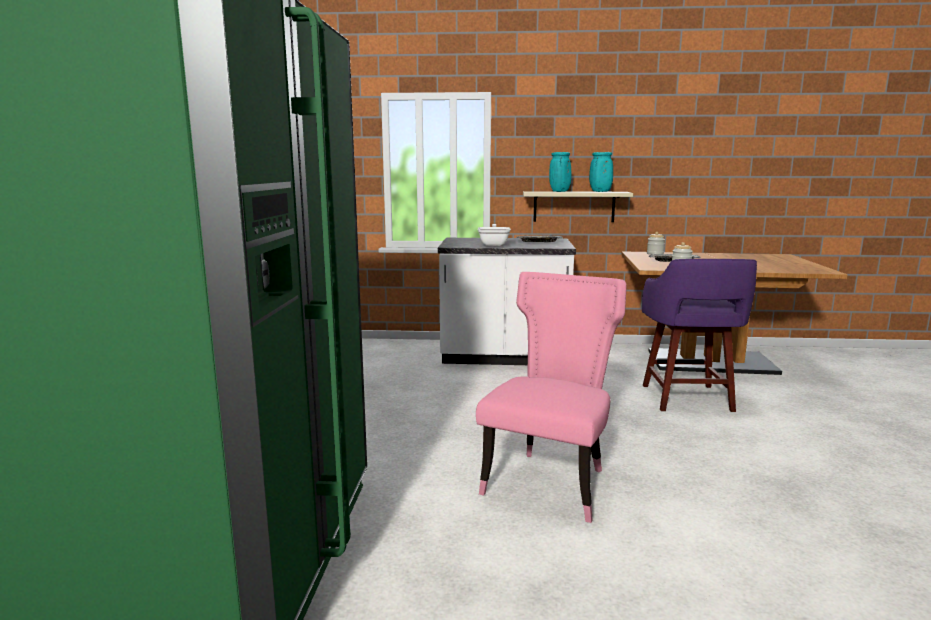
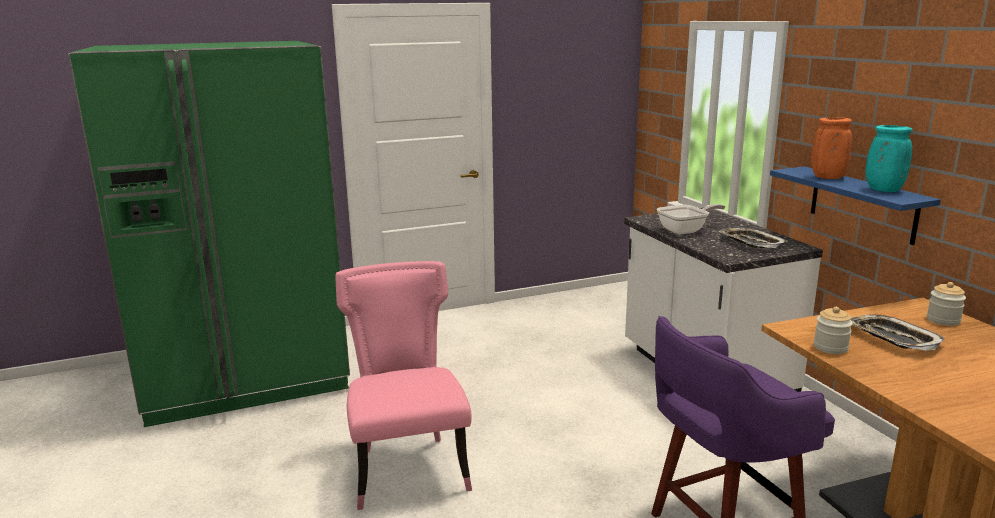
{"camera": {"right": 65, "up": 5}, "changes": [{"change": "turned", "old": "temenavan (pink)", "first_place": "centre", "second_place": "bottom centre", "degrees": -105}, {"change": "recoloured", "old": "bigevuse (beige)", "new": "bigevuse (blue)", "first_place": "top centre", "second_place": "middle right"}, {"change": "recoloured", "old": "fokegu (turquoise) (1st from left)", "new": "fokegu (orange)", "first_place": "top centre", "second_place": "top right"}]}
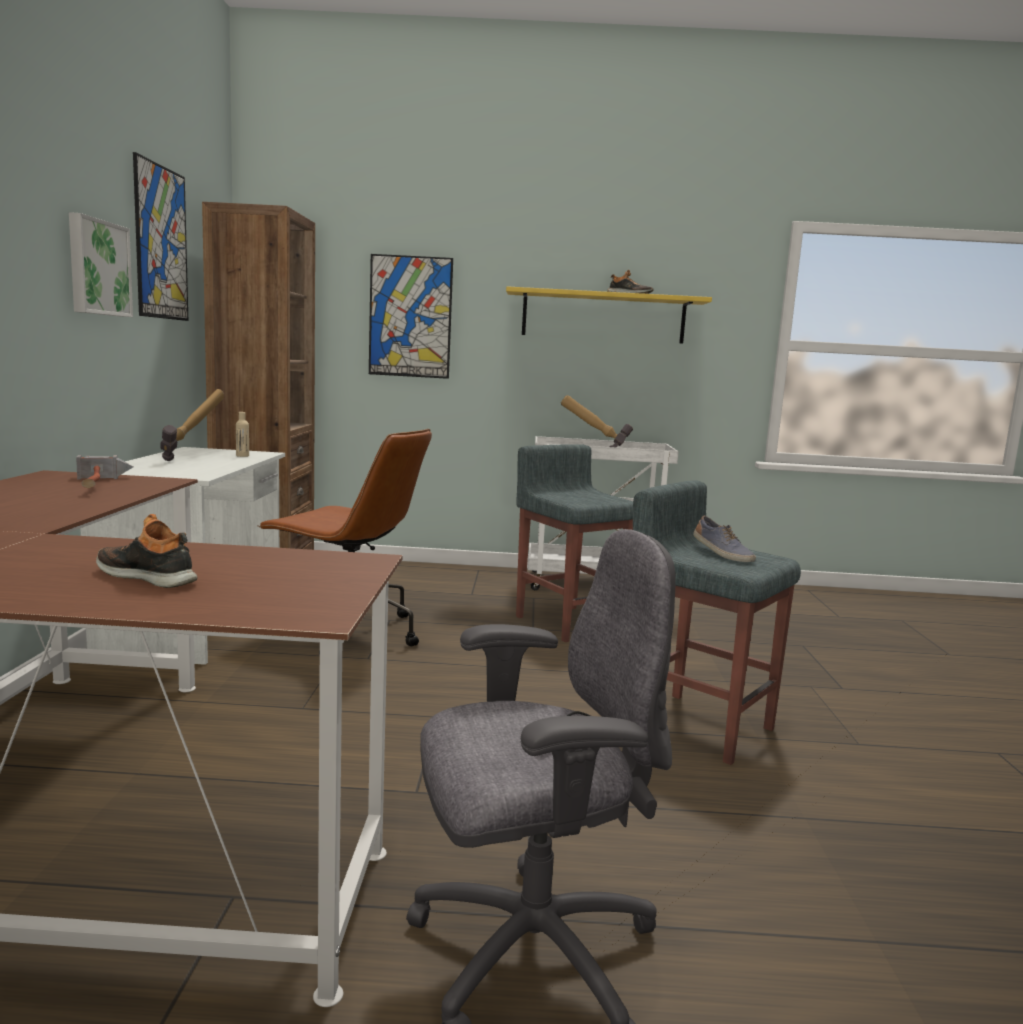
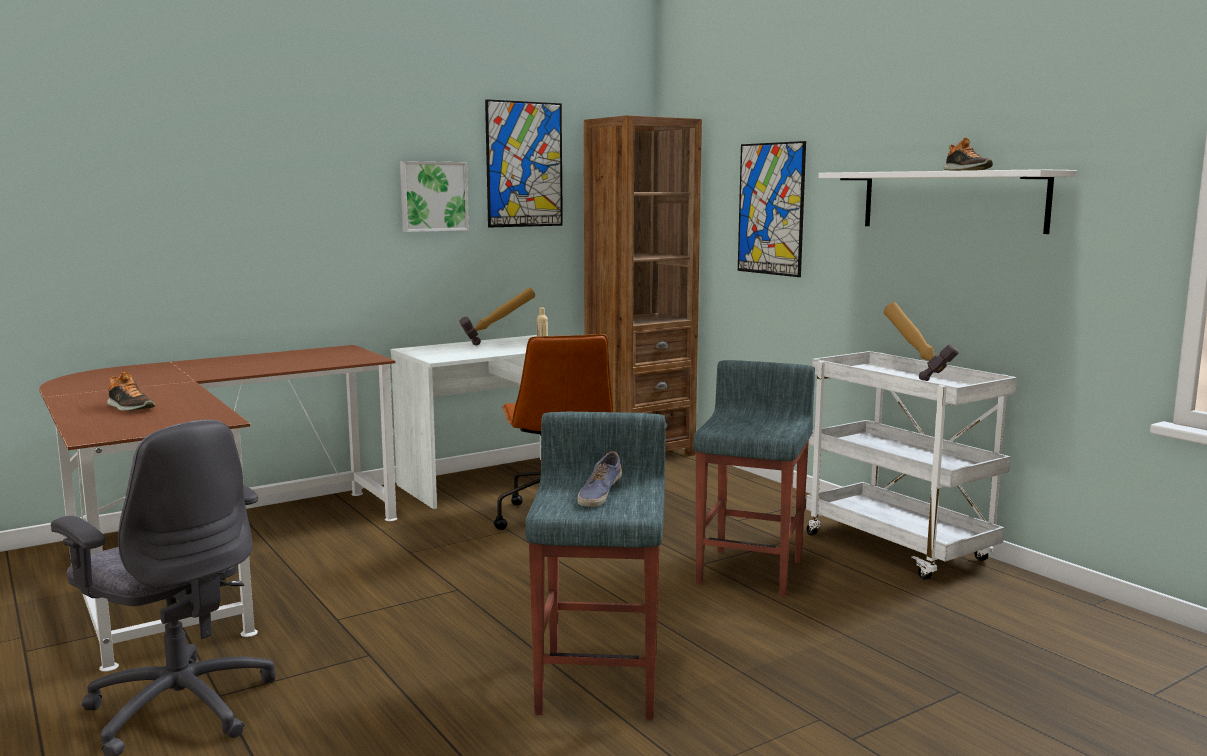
{"camera": {"right": 55, "up": 0}, "changes": [{"change": "turned", "old": "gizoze (1st from left)", "first_place": "middle left", "second_place": "middle left", "degrees": 135}, {"change": "recoloured", "old": "bigevuse (yellow)", "new": "bigevuse (white)", "first_place": "top centre", "second_place": "top right"}, {"change": "removed", "old": "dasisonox (1st from left)", "first_place": "middle left"}]}
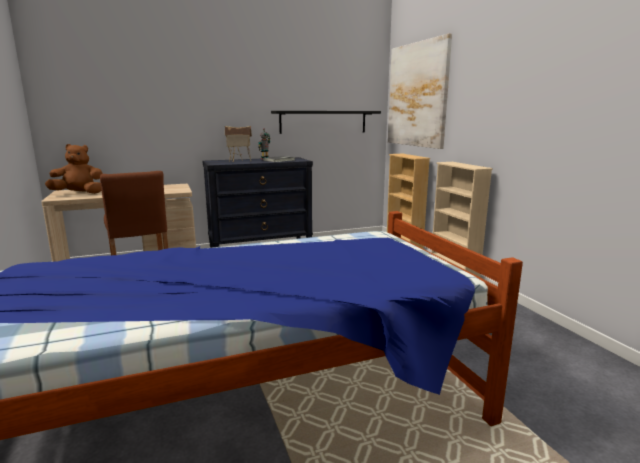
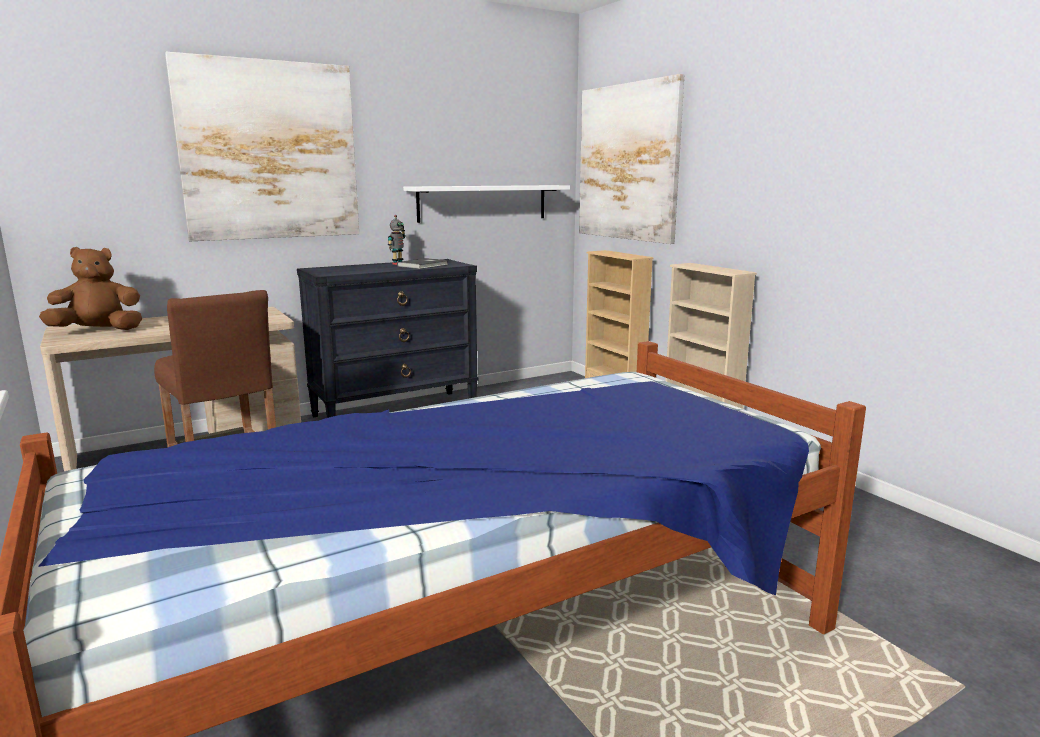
{"camera": {"right": -10, "up": 0}, "changes": [{"change": "added", "new": "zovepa (1st from left)", "second_place": "top left"}, {"change": "recoloured", "old": "bigevuse (black)", "new": "bigevuse (white)", "first_place": "top centre", "second_place": "top centre"}, {"change": "removed", "old": "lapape", "first_place": "top centre"}]}
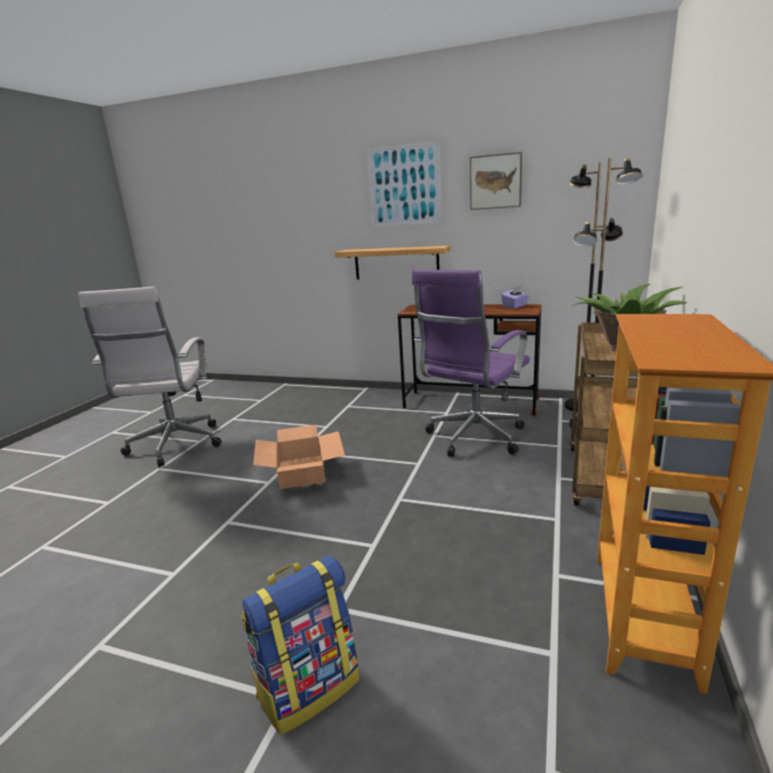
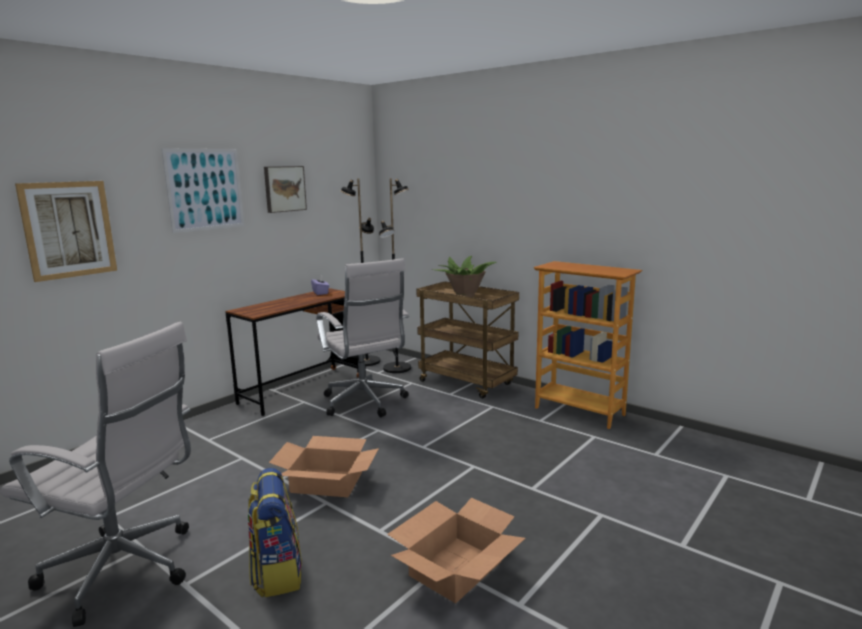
{"camera": {"right": -70, "up": -5}, "changes": [{"change": "added", "new": "zovepa (1st from left)", "second_place": "middle left"}, {"change": "moved", "old": "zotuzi", "first_place": "bottom centre", "second_place": "bottom left"}, {"change": "recoloured", "old": "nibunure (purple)", "new": "nibunure (white) (2nd from left)", "first_place": "centre", "second_place": "centre"}, {"change": "added", "new": "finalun (2nd from left)", "second_place": "bottom centre"}, {"change": "removed", "old": "bigevuse", "first_place": "centre"}]}
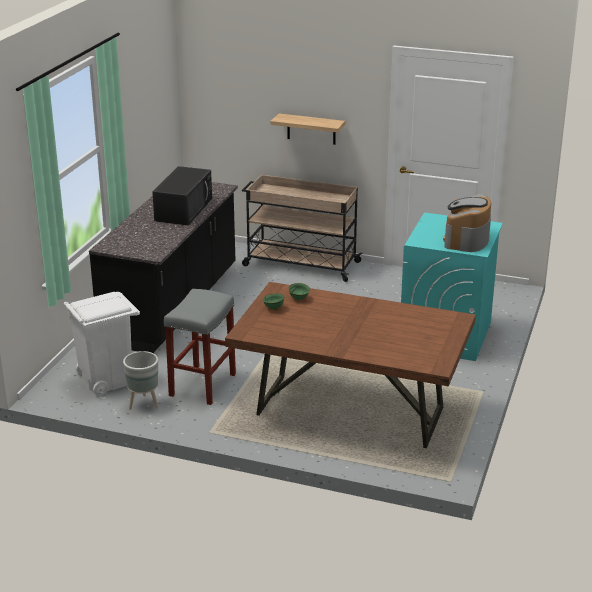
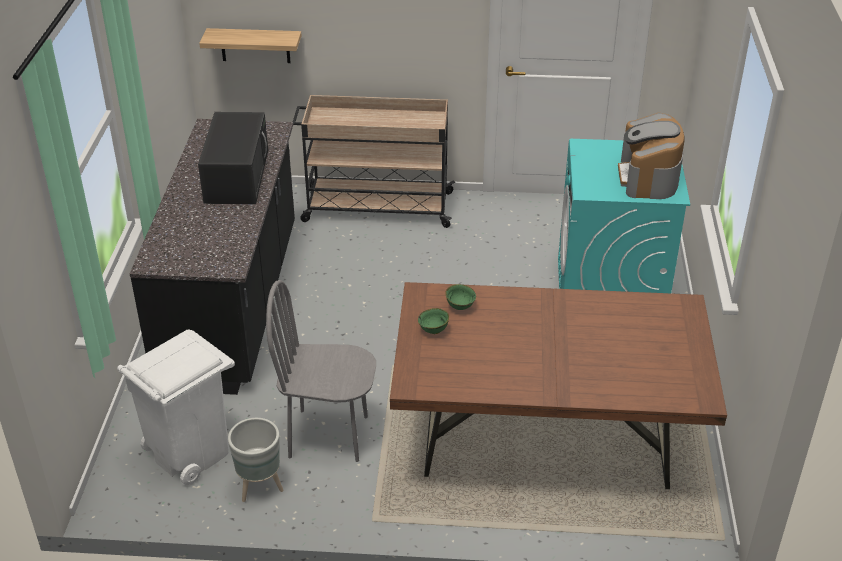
{"camera": {"right": -15, "up": 10}, "changes": [{"change": "moved", "old": "bigevuse", "first_place": "top centre", "second_place": "top left"}, {"change": "replaced", "old": "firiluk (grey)", "new": "temenavan (grey)", "first_place": "centre", "second_place": "centre"}]}
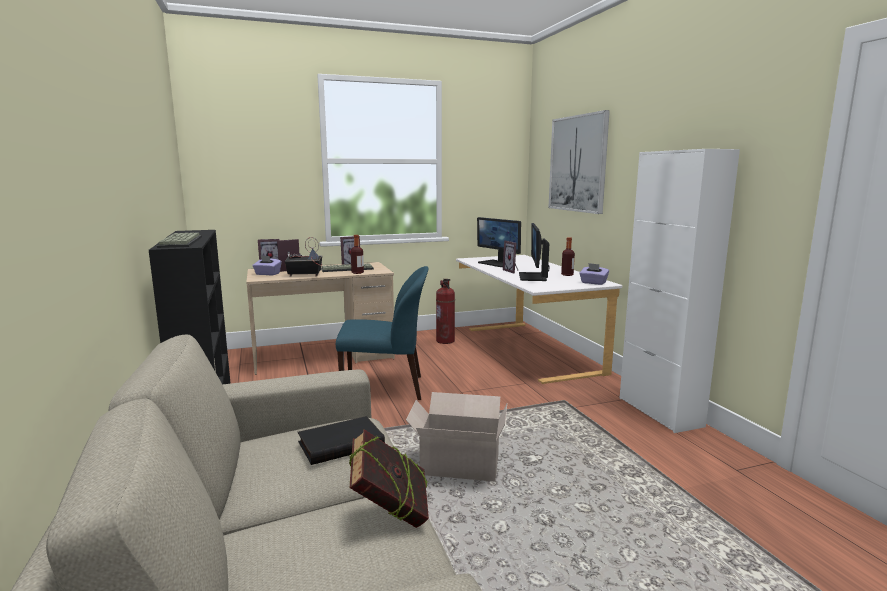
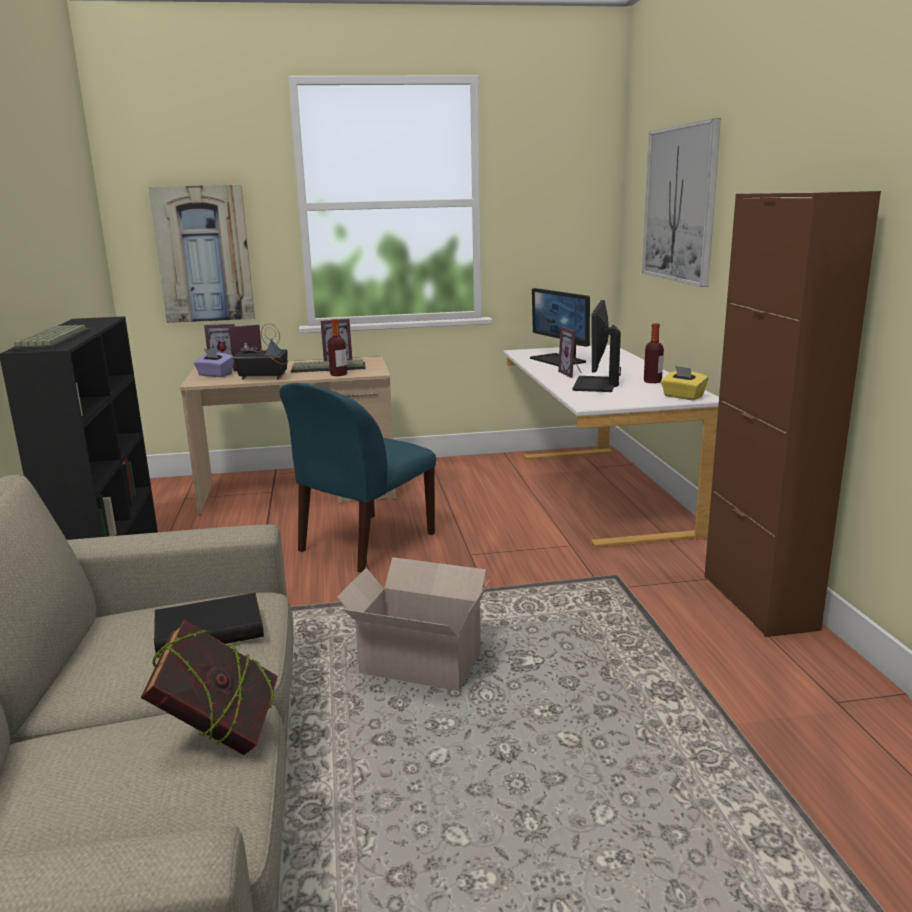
{"camera": {"right": 10, "up": 5}, "changes": [{"change": "added", "new": "zovepa (1st from left)", "second_place": "top left"}, {"change": "turned", "old": "temenavan (blue)", "first_place": "centre", "second_place": "centre", "degrees": 120}, {"change": "recoloured", "old": "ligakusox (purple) (2nd from left)", "new": "ligakusox (yellow)", "first_place": "middle right", "second_place": "middle right"}, {"change": "recoloured", "old": "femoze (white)", "new": "femoze (brown)", "first_place": "middle right", "second_place": "middle right"}, {"change": "removed", "old": "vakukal", "first_place": "centre"}]}
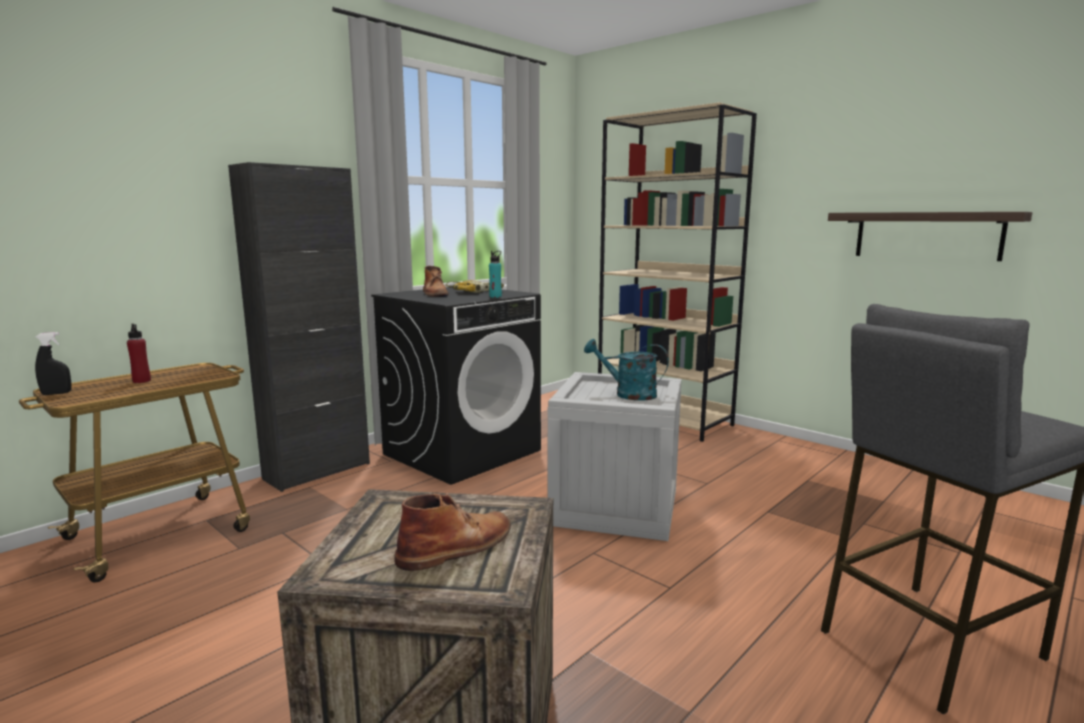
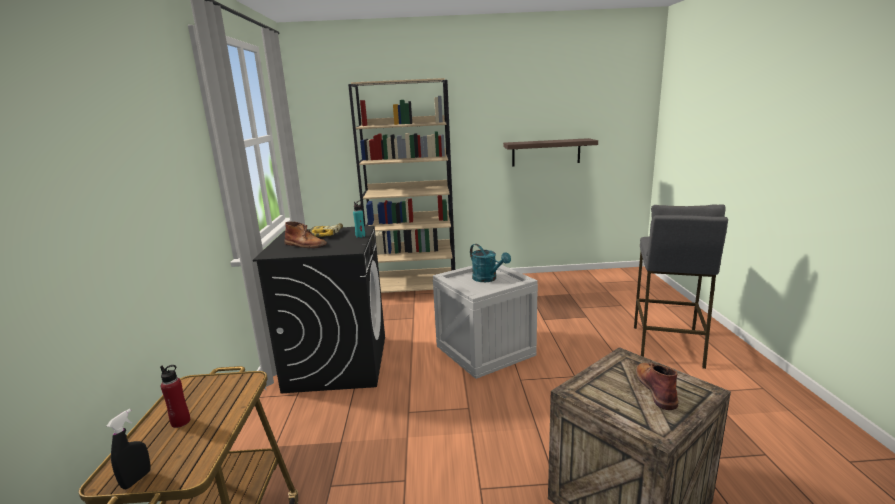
{"camera": {"right": -45, "up": 5}, "changes": [{"change": "turned", "old": "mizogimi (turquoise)", "first_place": "centre", "second_place": "centre", "degrees": -105}, {"change": "removed", "old": "femoze (black)", "first_place": "middle left"}]}
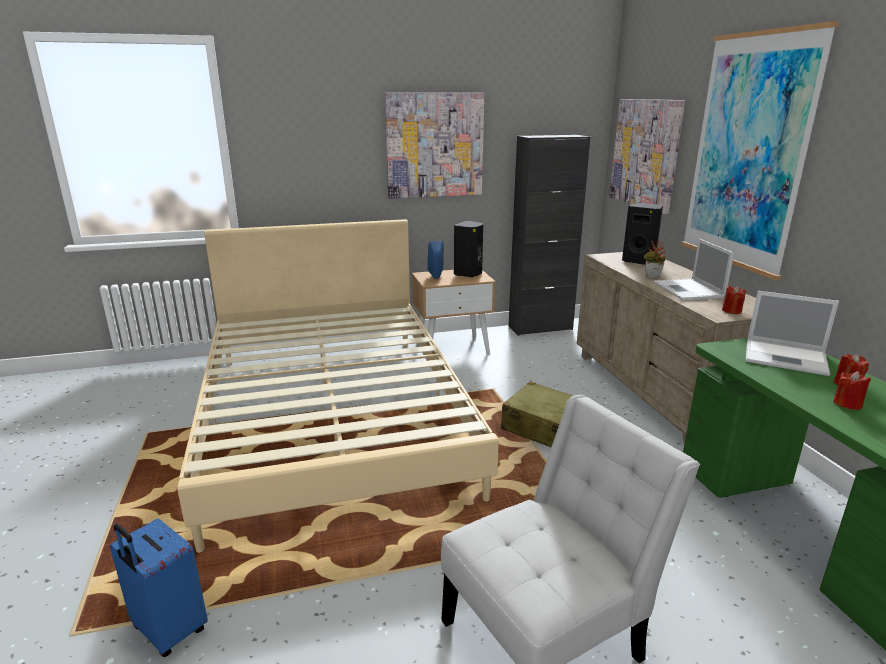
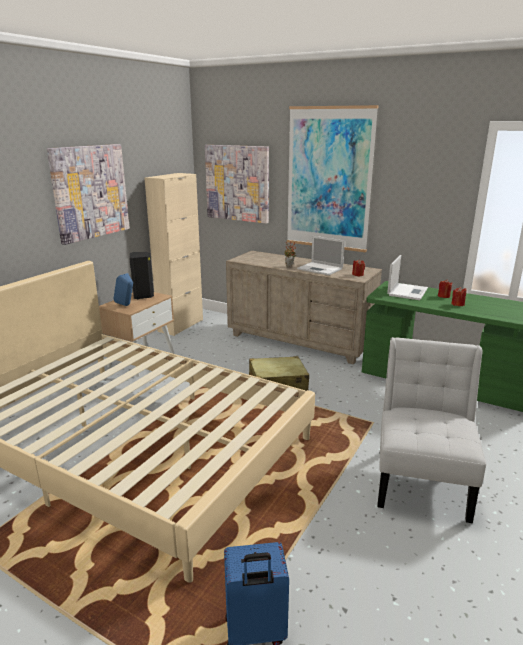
{"camera": {"right": -45, "up": 0}, "changes": [{"change": "recoloured", "old": "femoze (black)", "new": "femoze (beige)", "first_place": "centre", "second_place": "middle left"}, {"change": "turned", "old": "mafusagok (2nd from left)", "first_place": "middle right", "second_place": "middle right", "degrees": -45}, {"change": "removed", "old": "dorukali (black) (2nd from left)", "first_place": "middle right"}]}
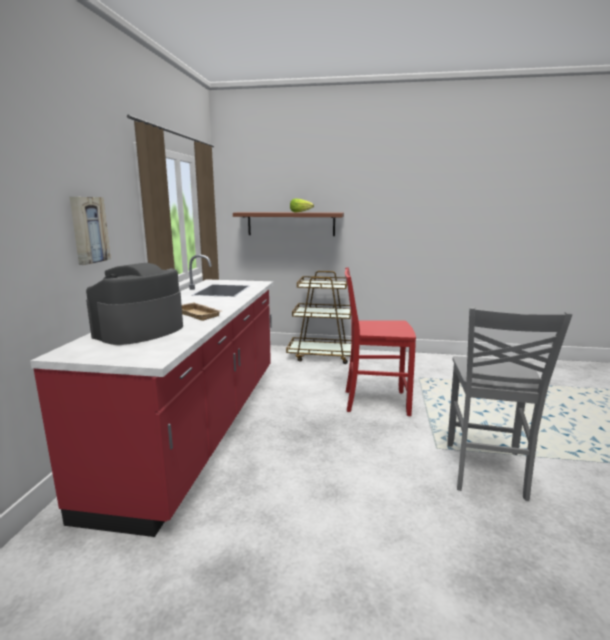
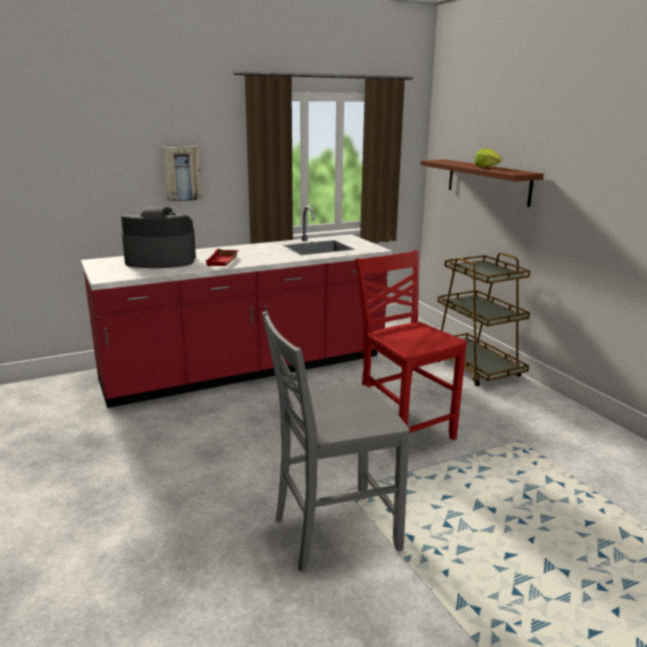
{"camera": {"right": 55, "up": 5}, "changes": [{"change": "recoloured", "old": "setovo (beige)", "new": "setovo (red)", "first_place": "middle left", "second_place": "centre"}]}
